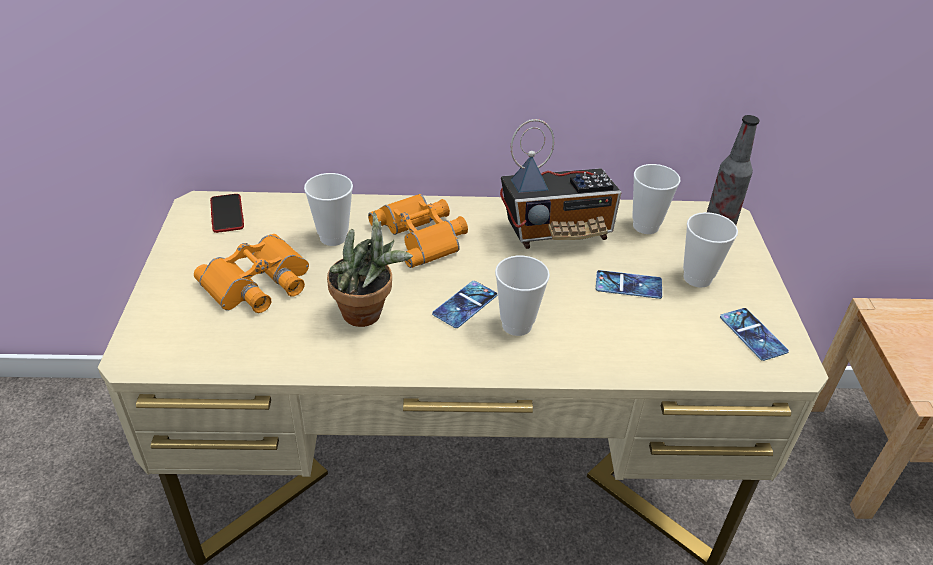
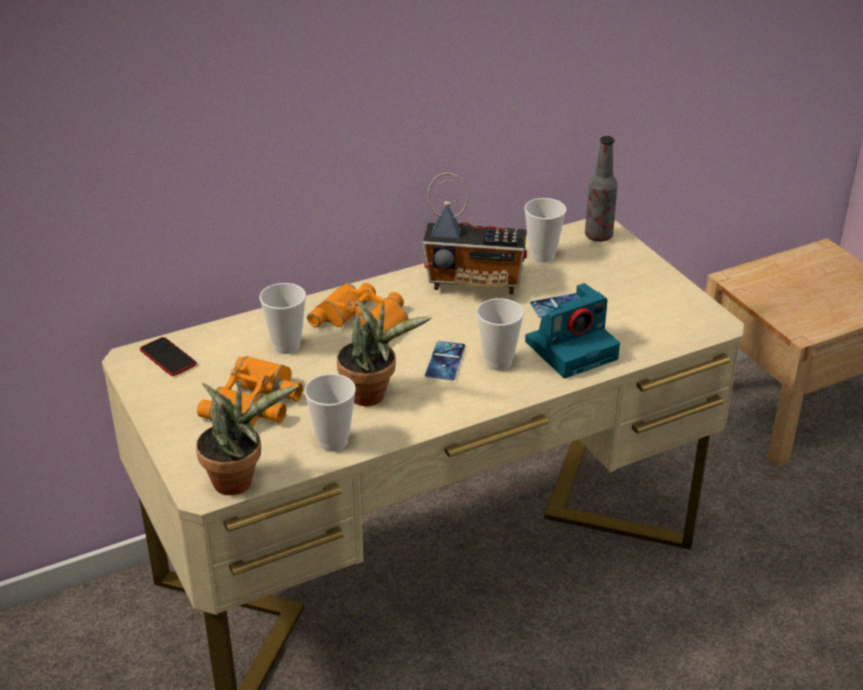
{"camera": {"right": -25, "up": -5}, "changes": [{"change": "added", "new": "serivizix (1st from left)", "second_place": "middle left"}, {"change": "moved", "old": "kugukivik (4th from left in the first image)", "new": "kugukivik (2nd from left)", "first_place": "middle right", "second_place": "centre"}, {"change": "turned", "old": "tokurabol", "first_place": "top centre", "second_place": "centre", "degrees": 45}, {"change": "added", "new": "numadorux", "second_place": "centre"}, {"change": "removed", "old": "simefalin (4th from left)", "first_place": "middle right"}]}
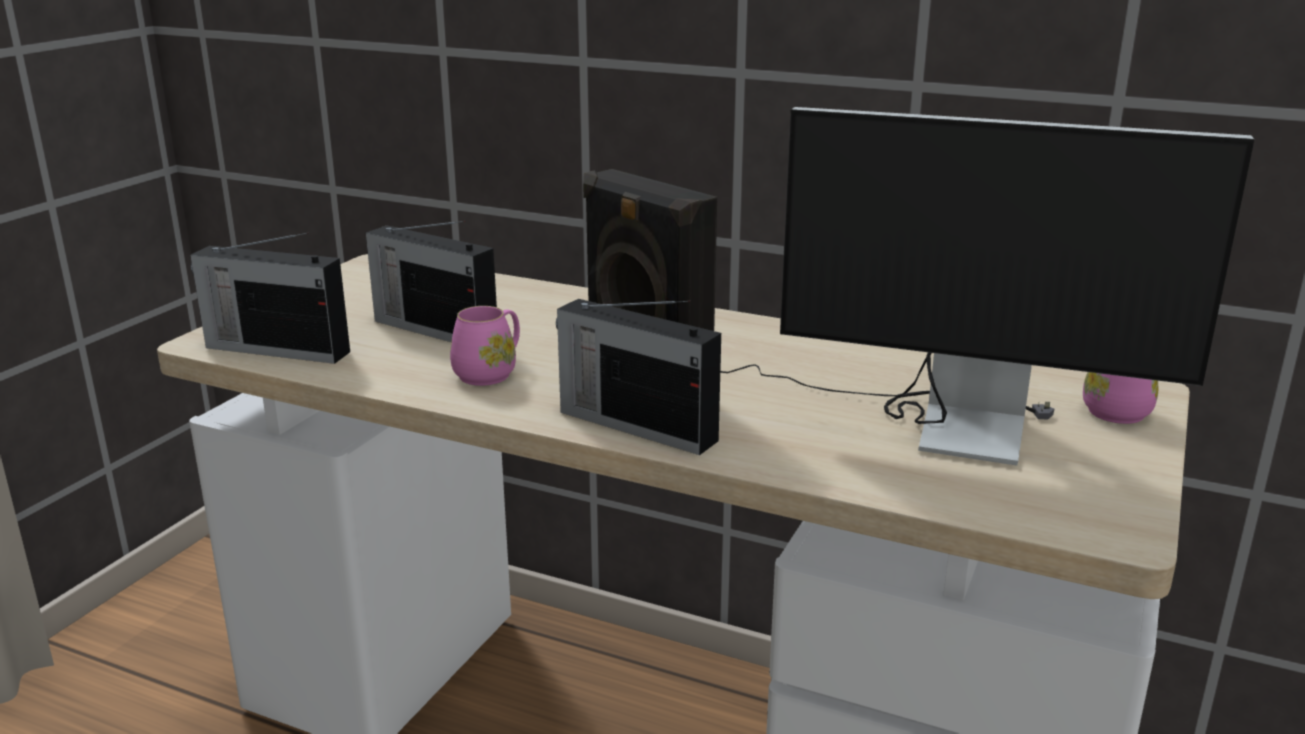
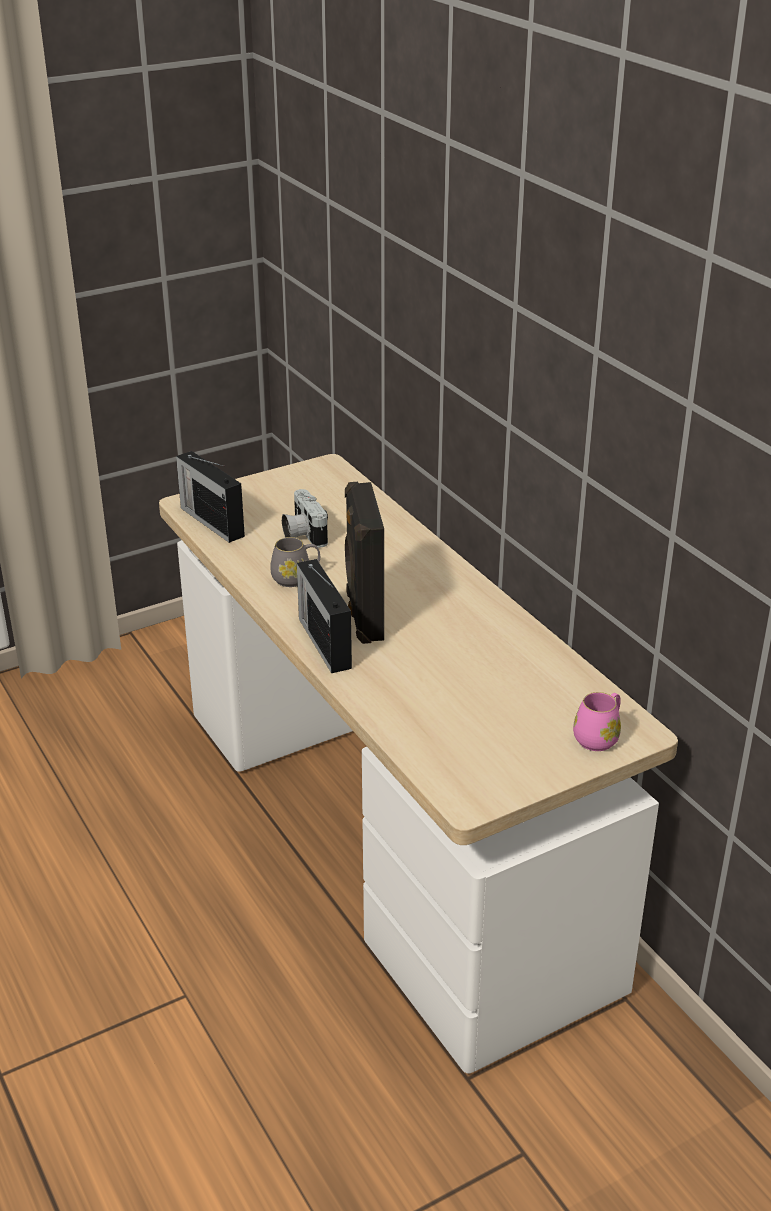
{"camera": {"right": 35, "up": 10}, "changes": [{"change": "recoloured", "old": "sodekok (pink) (1st from left)", "new": "sodekok (grey)", "first_place": "centre", "second_place": "centre"}, {"change": "replaced", "old": "tokurabol (2nd from left)", "new": "numadorux", "first_place": "middle left", "second_place": "centre"}, {"change": "removed", "old": "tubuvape", "first_place": "middle right"}]}
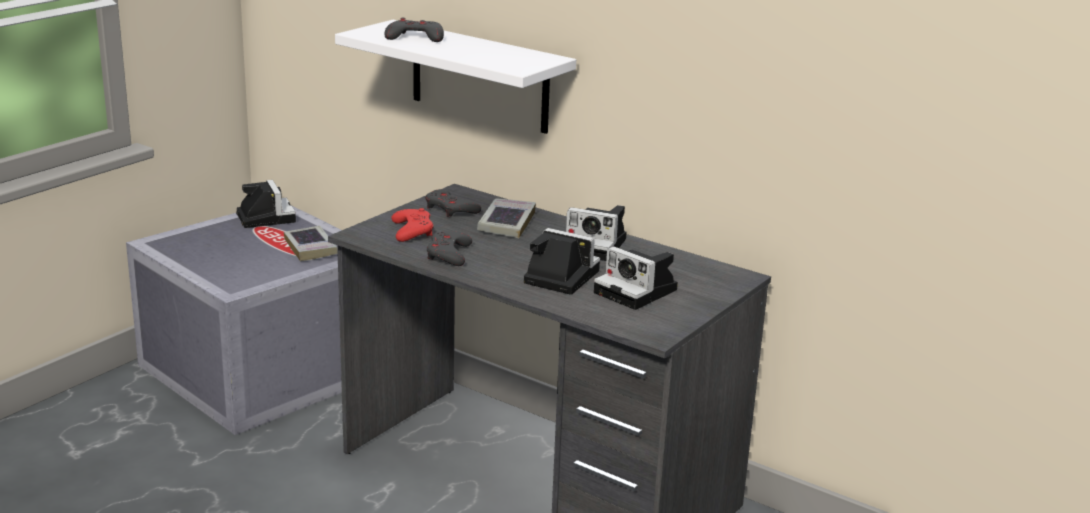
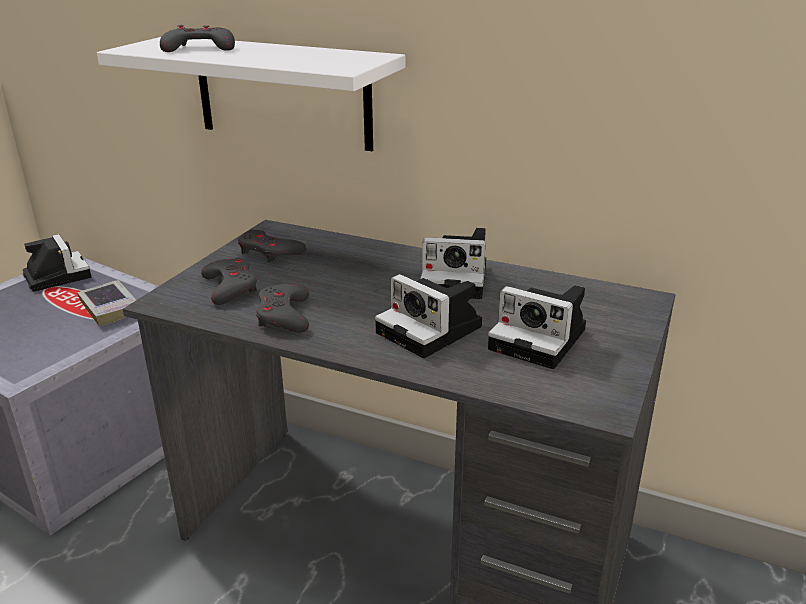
{"camera": {"right": -10, "up": 5}, "changes": [{"change": "recoloured", "old": "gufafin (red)", "new": "gufafin (grey) (2nd from left)", "first_place": "centre", "second_place": "middle left"}, {"change": "turned", "old": "numadorux (2nd from left)", "first_place": "centre", "second_place": "centre", "degrees": -150}, {"change": "removed", "old": "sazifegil (2nd from left)", "first_place": "centre"}]}
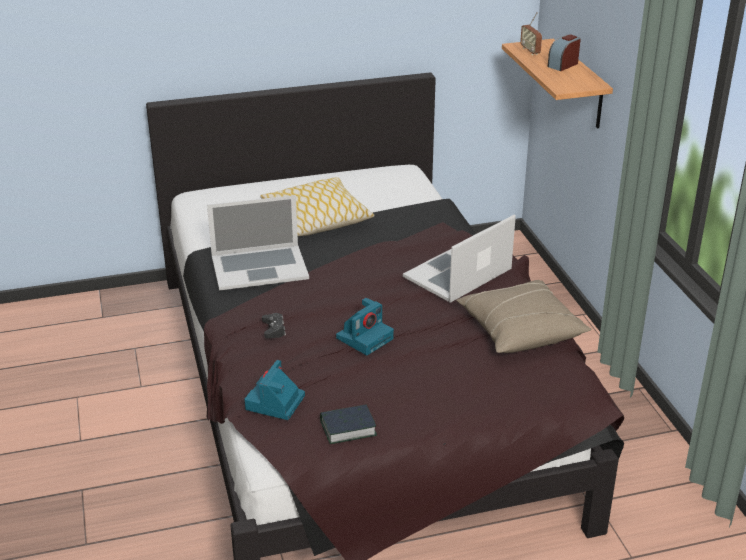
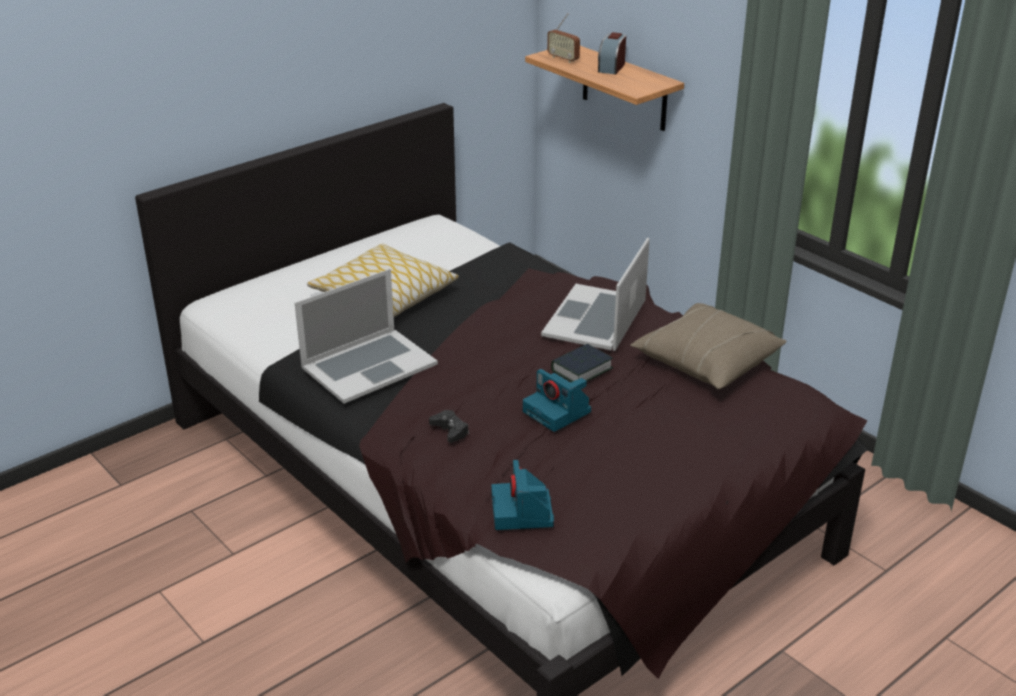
{"camera": {"right": -25, "up": 0}, "changes": [{"change": "turned", "old": "numadorux (2nd from left)", "first_place": "centre", "second_place": "centre", "degrees": 120}, {"change": "moved", "old": "sazifegil", "first_place": "bottom centre", "second_place": "centre"}]}
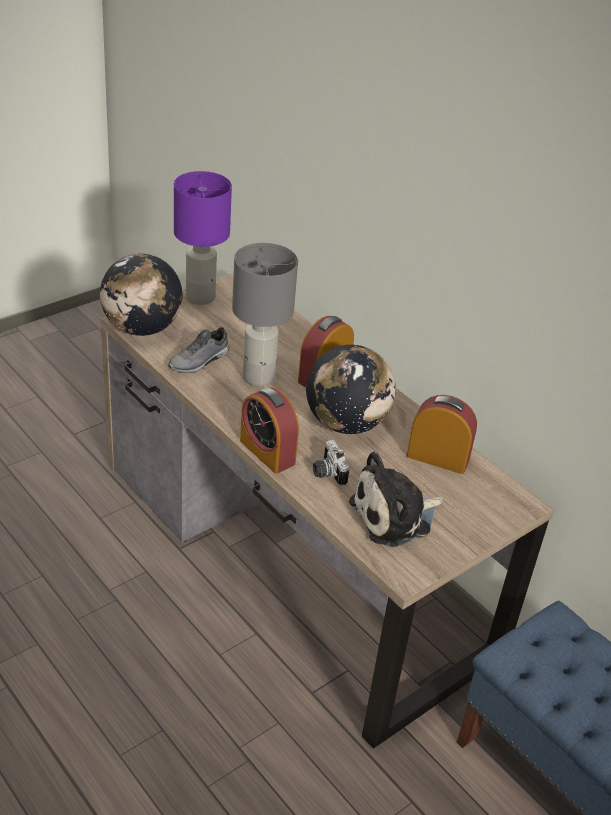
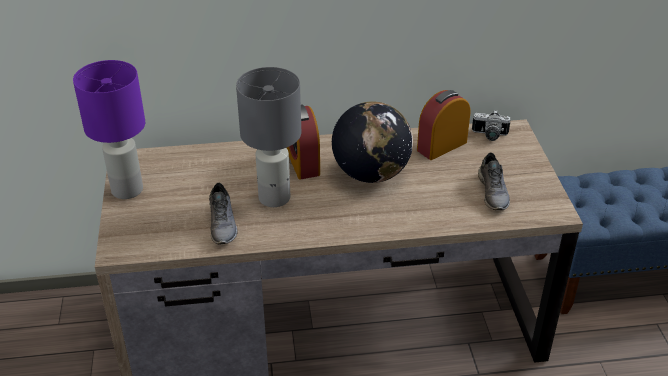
{"camera": {"right": -55, "up": 0}, "changes": [{"change": "moved", "old": "numadorux", "first_place": "centre", "second_place": "top right"}, {"change": "replaced", "old": "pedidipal", "new": "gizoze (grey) (2nd from left)", "first_place": "centre", "second_place": "middle right"}, {"change": "removed", "old": "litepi (1st from left)", "first_place": "middle left"}, {"change": "removed", "old": "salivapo (1st from left)", "first_place": "centre"}]}
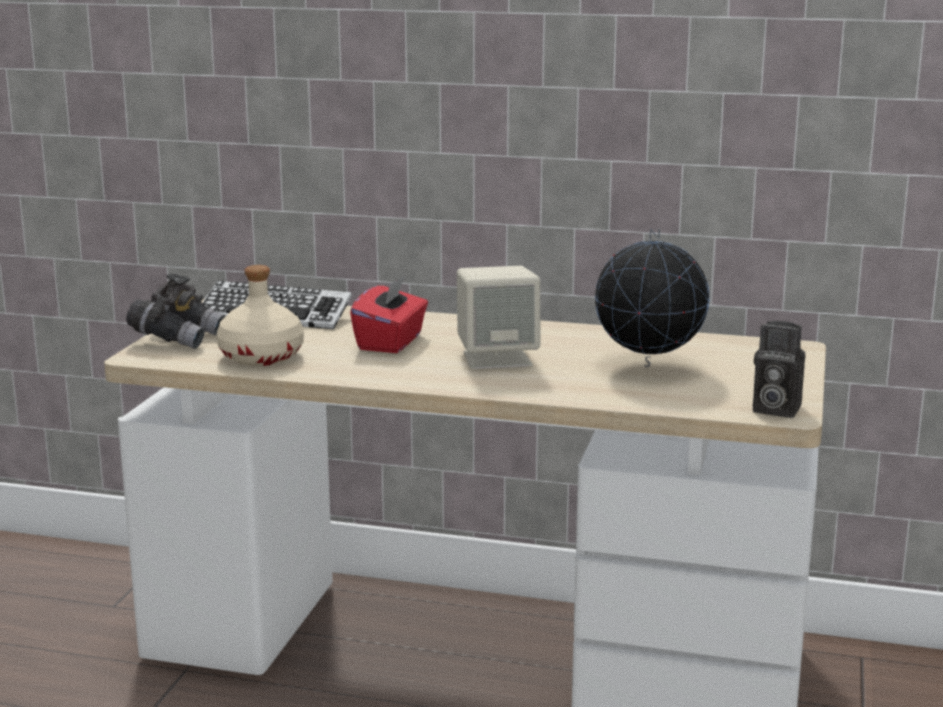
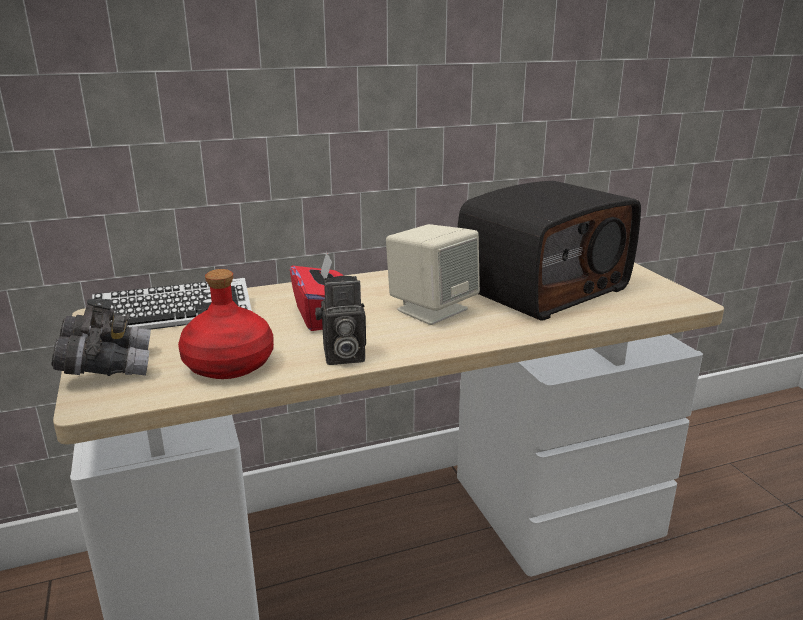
{"camera": {"right": -35, "up": 5}, "changes": [{"change": "recoloured", "old": "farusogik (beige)", "new": "farusogik (red)", "first_place": "middle left", "second_place": "middle left"}, {"change": "moved", "old": "numadorux", "first_place": "middle right", "second_place": "centre"}, {"change": "replaced", "old": "litepi", "new": "tokurabol", "first_place": "middle right", "second_place": "middle right"}]}
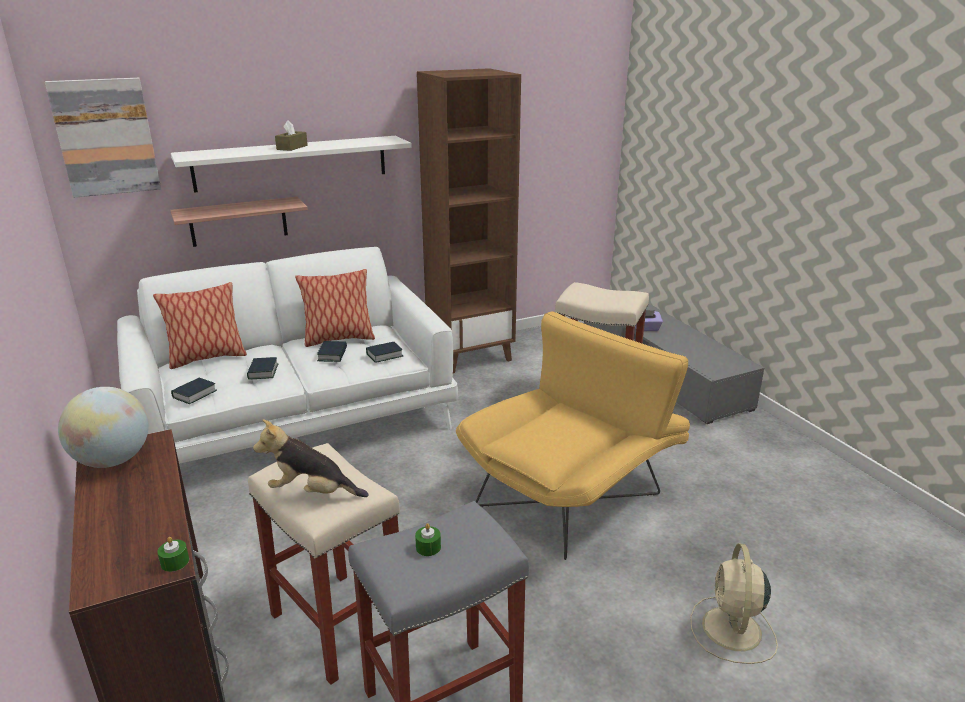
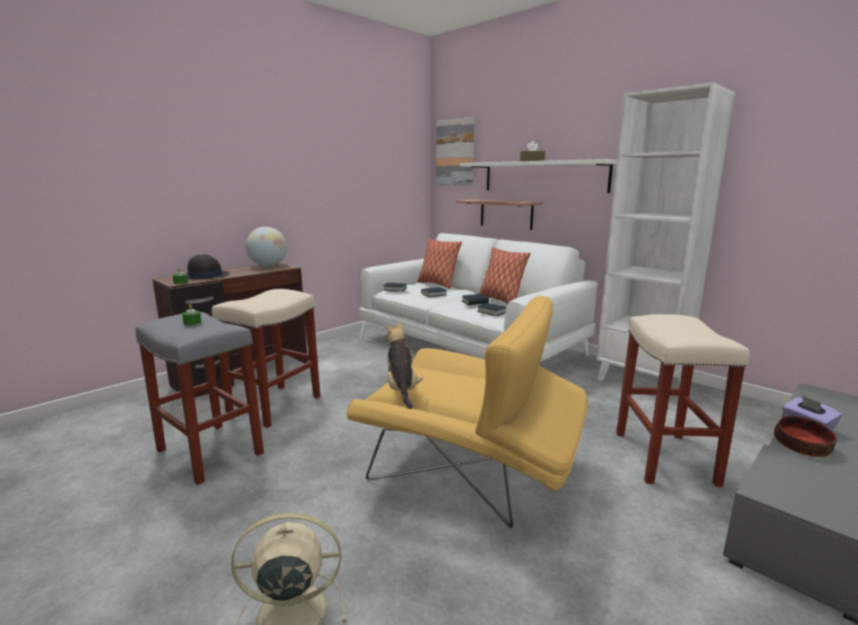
{"camera": {"right": 70, "up": -10}, "changes": [{"change": "added", "new": "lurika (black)", "second_place": "middle left"}, {"change": "moved", "old": "pedidipal", "first_place": "middle left", "second_place": "centre"}, {"change": "recoloured", "old": "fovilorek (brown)", "new": "fovilorek (white)", "first_place": "top centre", "second_place": "middle right"}, {"change": "added", "new": "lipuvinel", "second_place": "bottom right"}]}
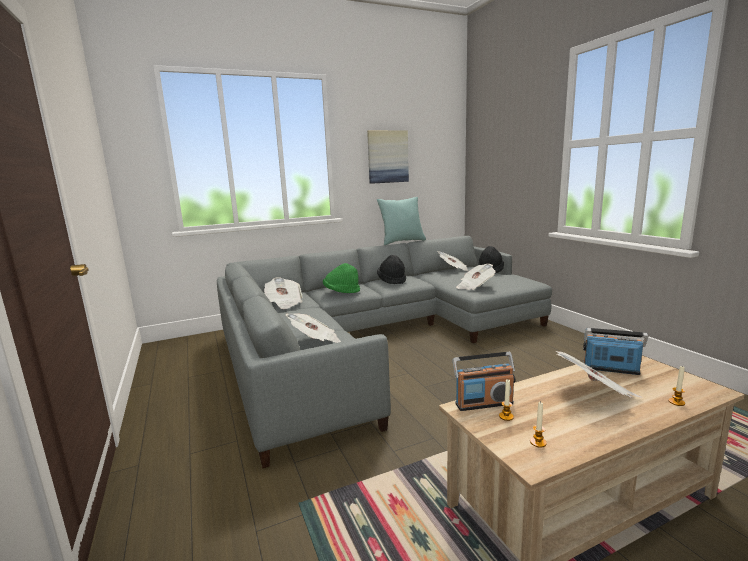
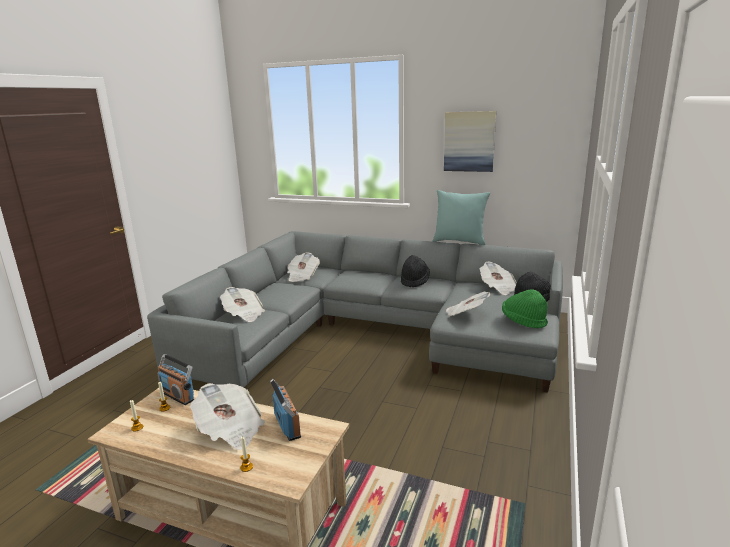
{"camera": {"right": 45, "up": 5}, "changes": [{"change": "moved", "old": "lurika (green)", "first_place": "centre", "second_place": "middle right"}]}
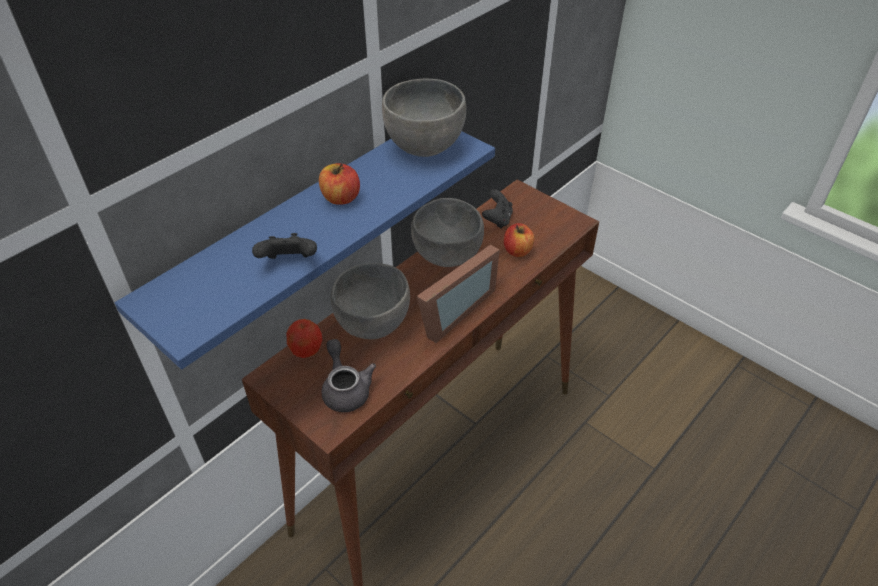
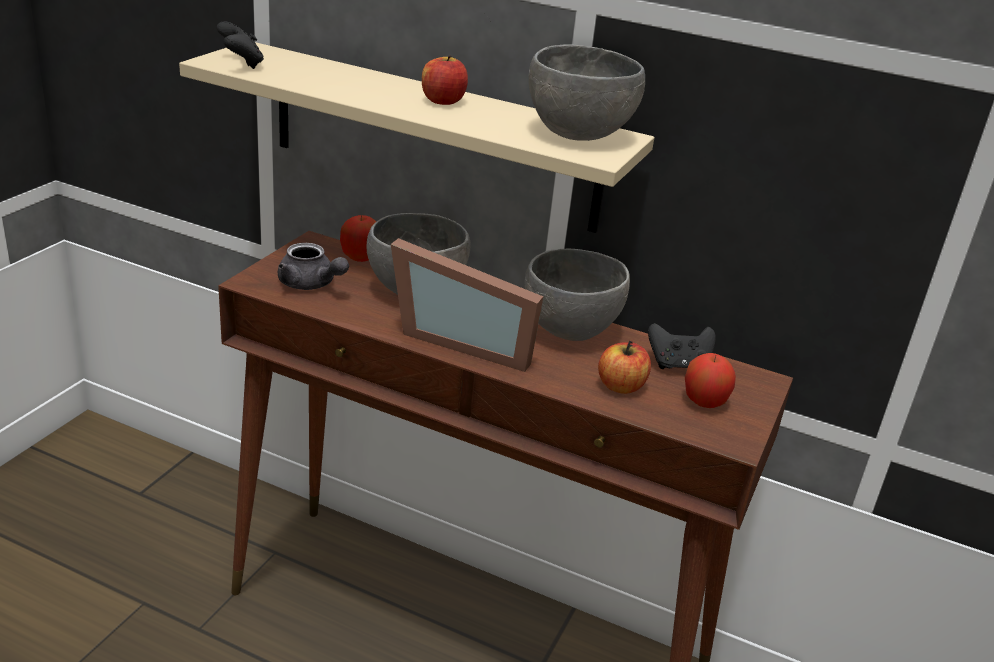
{"camera": {"right": 70, "up": -15}, "changes": [{"change": "recoloured", "old": "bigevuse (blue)", "new": "bigevuse (beige)", "first_place": "centre", "second_place": "top centre"}, {"change": "moved", "old": "gufafin (black) (1st from left)", "first_place": "middle left", "second_place": "top left"}, {"change": "turned", "old": "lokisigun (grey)", "first_place": "centre", "second_place": "middle left", "degrees": 75}, {"change": "added", "new": "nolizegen (4th from left)", "second_place": "middle right"}]}
